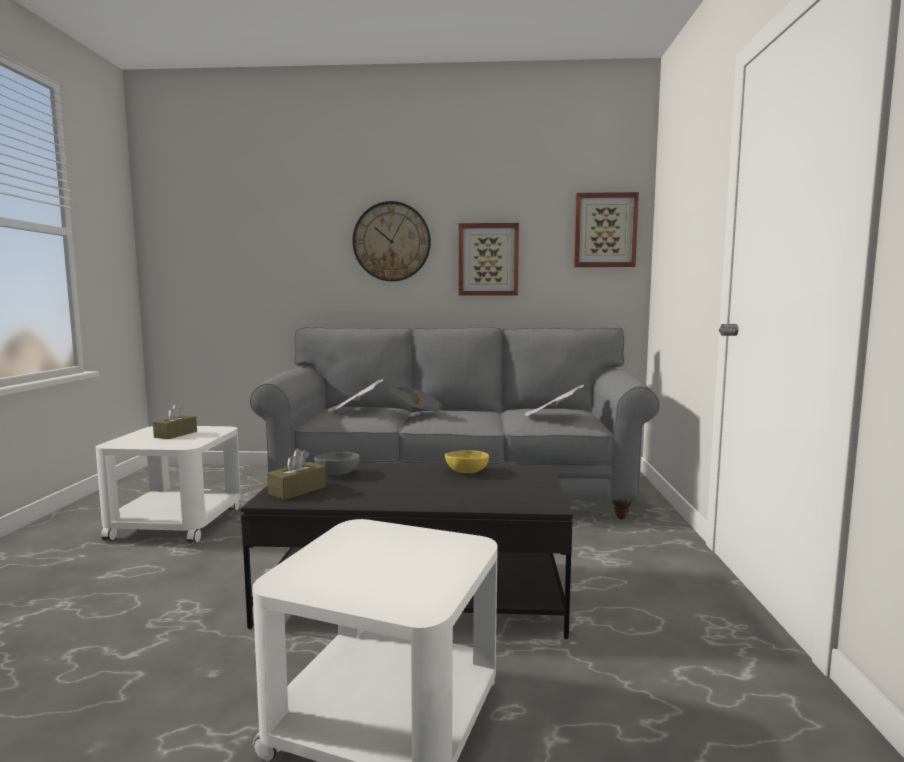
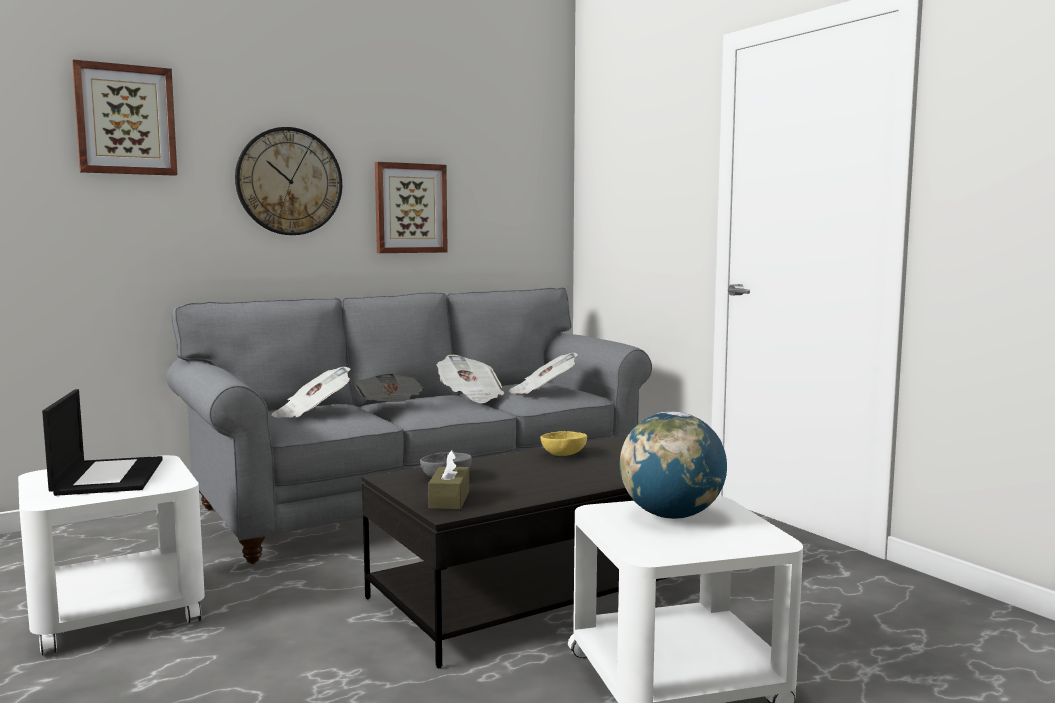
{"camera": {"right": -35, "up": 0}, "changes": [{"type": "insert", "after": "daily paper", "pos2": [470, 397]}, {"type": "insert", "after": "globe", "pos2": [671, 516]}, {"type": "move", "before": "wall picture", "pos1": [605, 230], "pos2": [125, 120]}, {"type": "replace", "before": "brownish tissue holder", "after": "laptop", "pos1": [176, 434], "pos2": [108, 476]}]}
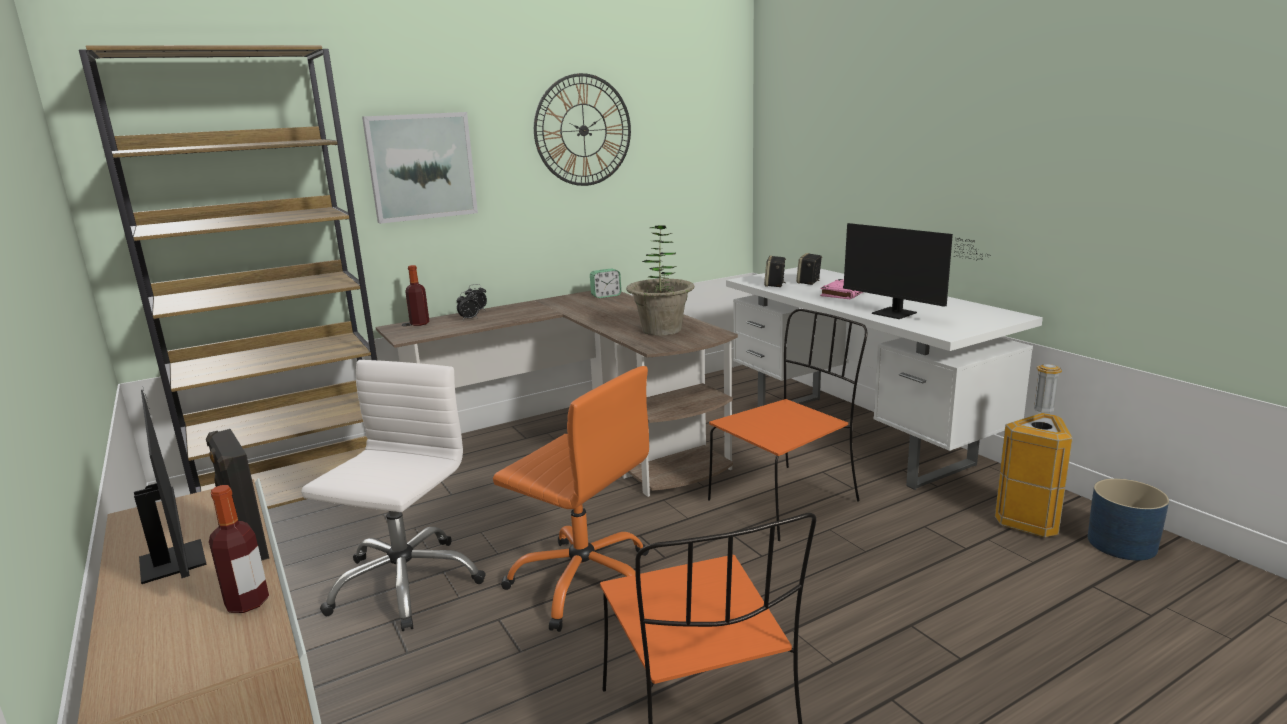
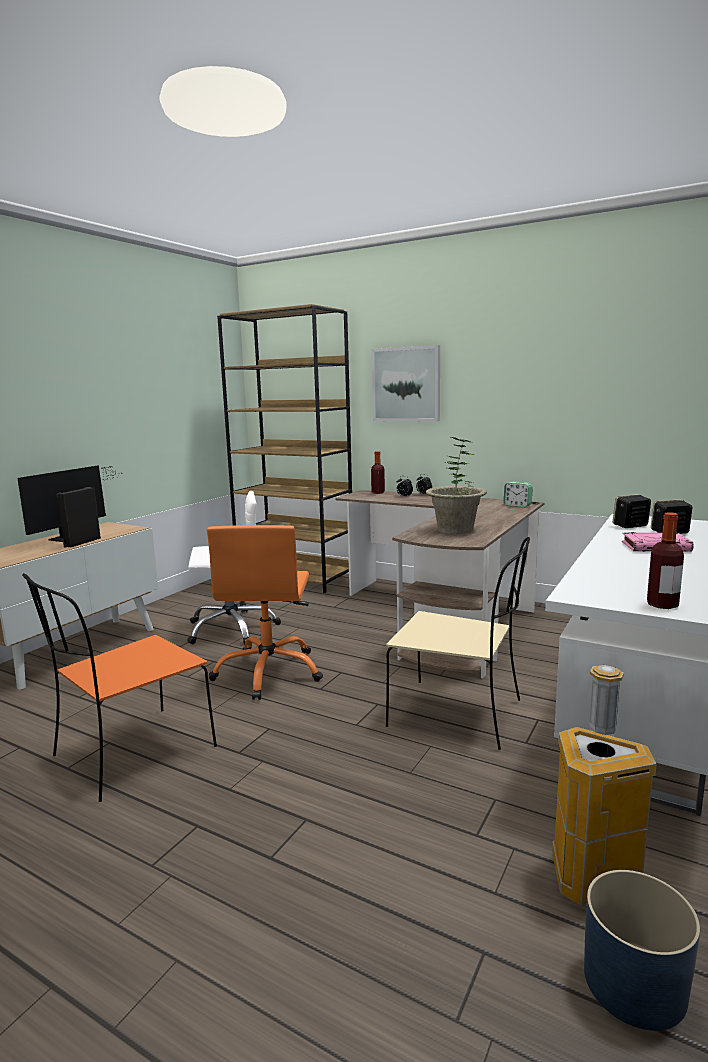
{"camera": {"right": 60, "up": -5}, "changes": [{"type": "delete", "before": "clock on the wall", "pos1": [583, 130]}, {"type": "delete", "before": "computer screen", "pos1": [898, 314]}, {"type": "move", "before": "drink bottle", "pos1": [247, 603], "pos2": [662, 604]}, {"type": "recolor", "before": "orange upright chair", "after": "sand-coloured upright chair", "pos1": [785, 500], "pos2": [459, 714]}]}
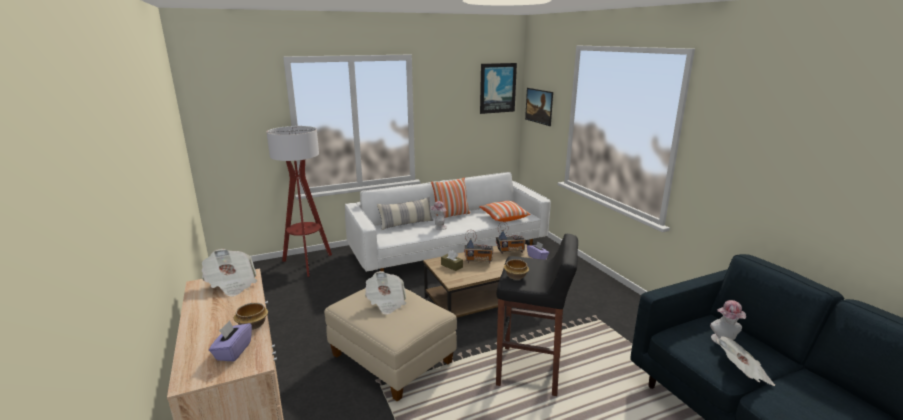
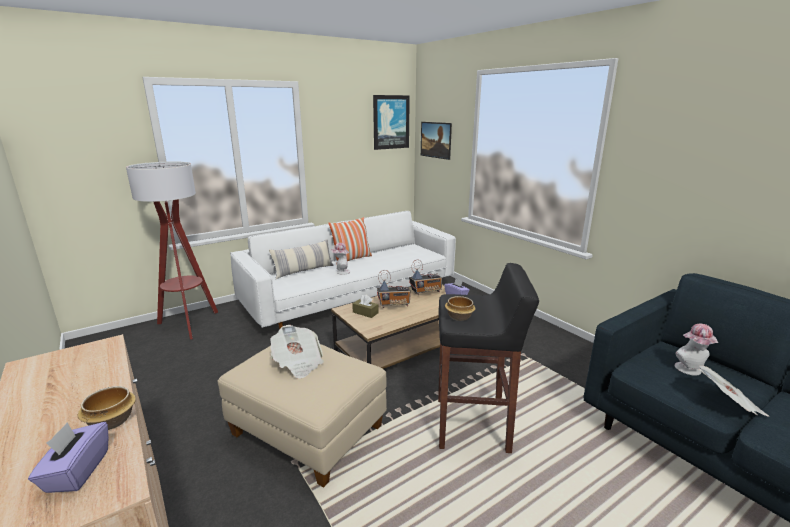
{"camera": {"right": -10, "up": 0}, "changes": [{"type": "delete", "before": "daily paper", "pos1": [232, 284]}, {"type": "delete", "before": "pillow", "pos1": [503, 217]}]}
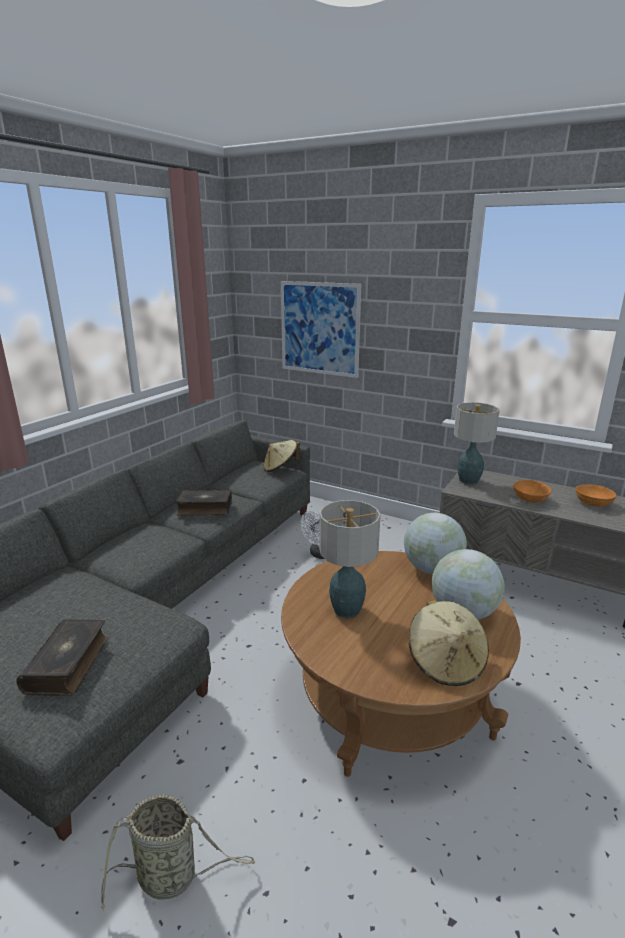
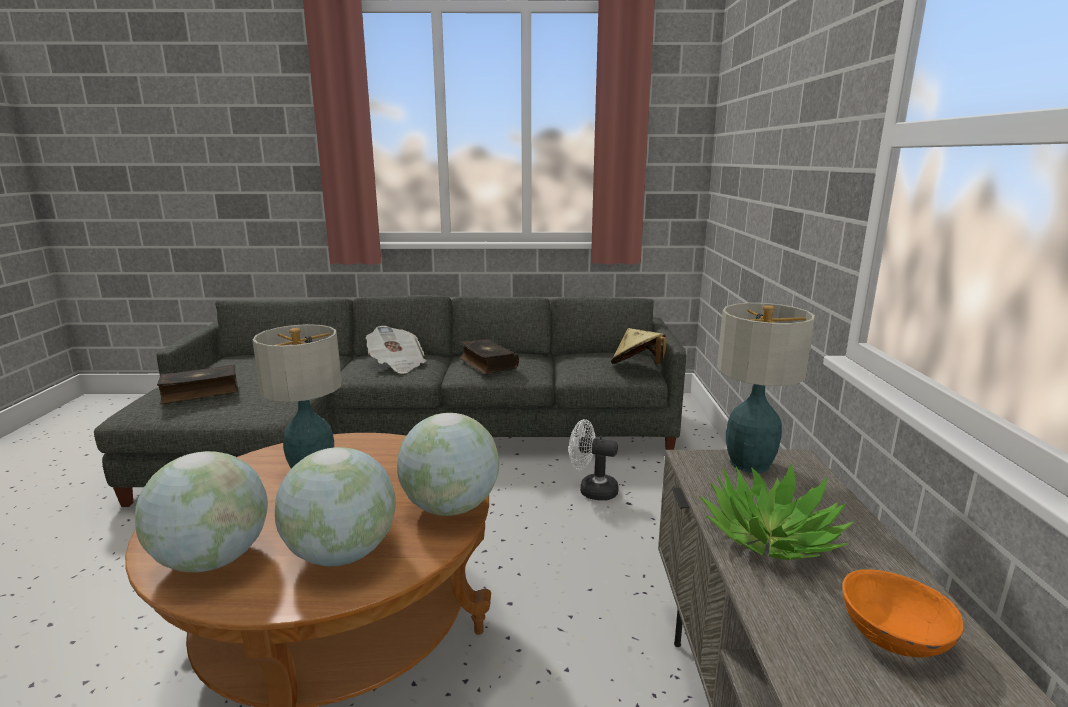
{"camera": {"right": 60, "up": -5}, "changes": [{"type": "delete", "before": "basket", "pos1": [172, 876]}, {"type": "delete", "before": "wall picture", "pos1": [319, 329]}, {"type": "insert", "after": "daily paper", "pos2": [397, 364]}, {"type": "replace", "before": "sand-coloured clothing hat", "after": "globe", "pos1": [446, 662], "pos2": [213, 560]}, {"type": "replace", "before": "orange serving bowl", "after": "houseplant", "pos1": [530, 498], "pos2": [770, 537]}]}
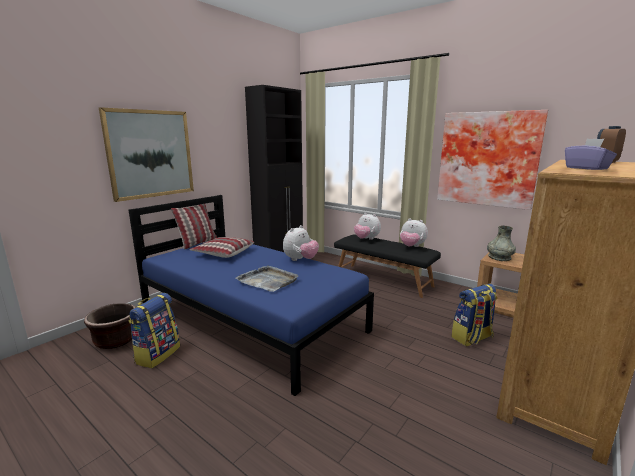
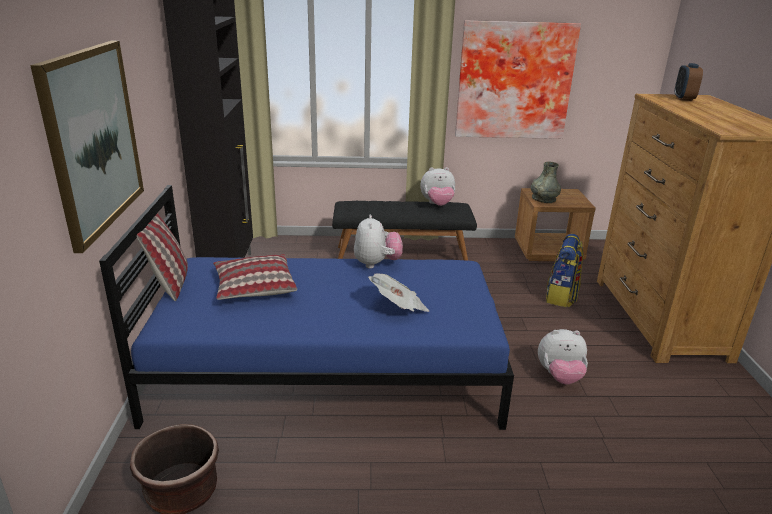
{"camera": {"right": -40, "up": 10}, "changes": [{"type": "delete", "before": "rucksack", "pos1": [157, 354]}, {"type": "delete", "before": "purple-coloured tissue holder", "pos1": [586, 168]}, {"type": "move", "before": "soft toy", "pos1": [366, 239], "pos2": [559, 376]}, {"type": "replace", "before": "greyish serving tray", "after": "daily paper", "pos1": [268, 280], "pos2": [399, 307]}]}
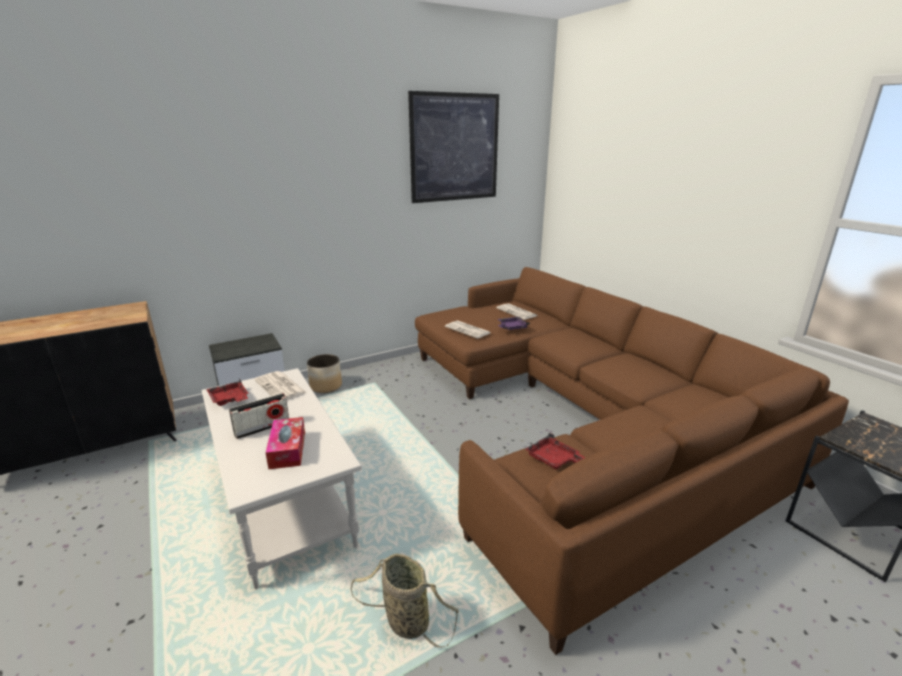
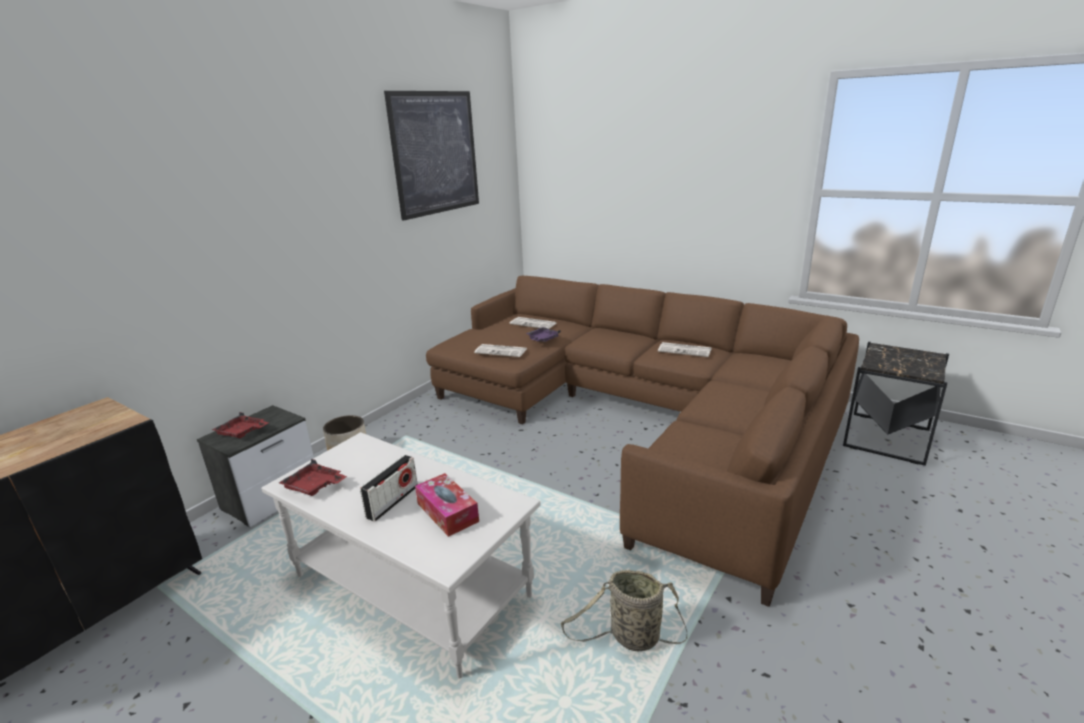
{"camera": {"right": -25, "up": 0}, "changes": [{"type": "move", "before": "daily paper", "pos1": [281, 387], "pos2": [685, 350]}, {"type": "move", "before": "red serving tray", "pos1": [553, 459], "pos2": [242, 432]}]}
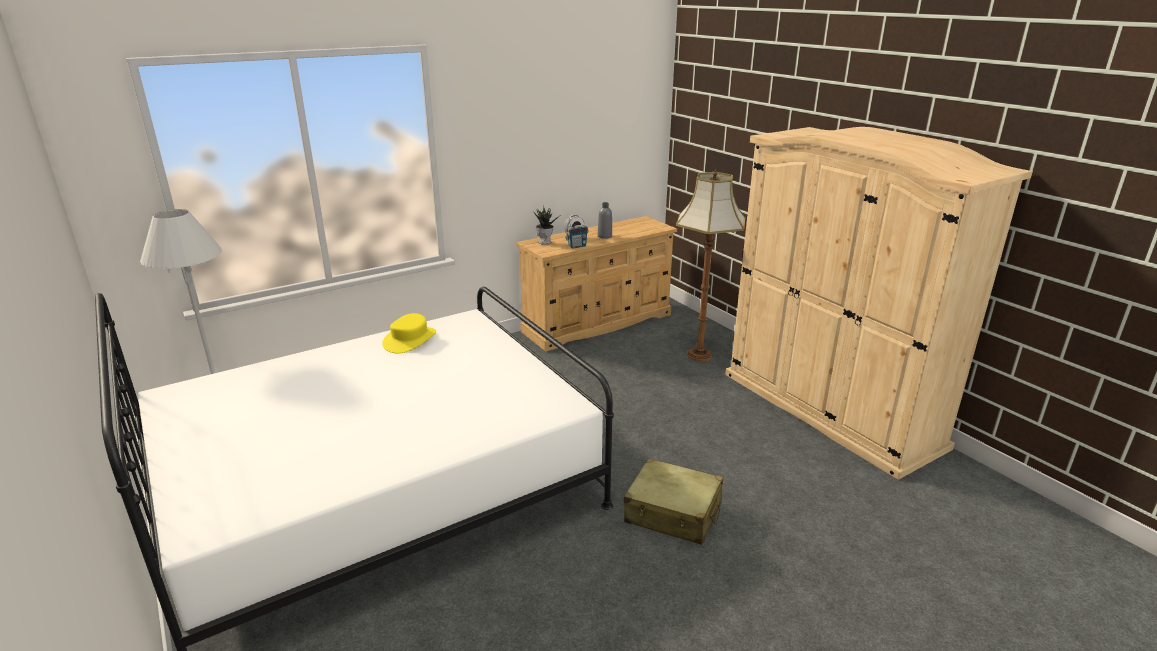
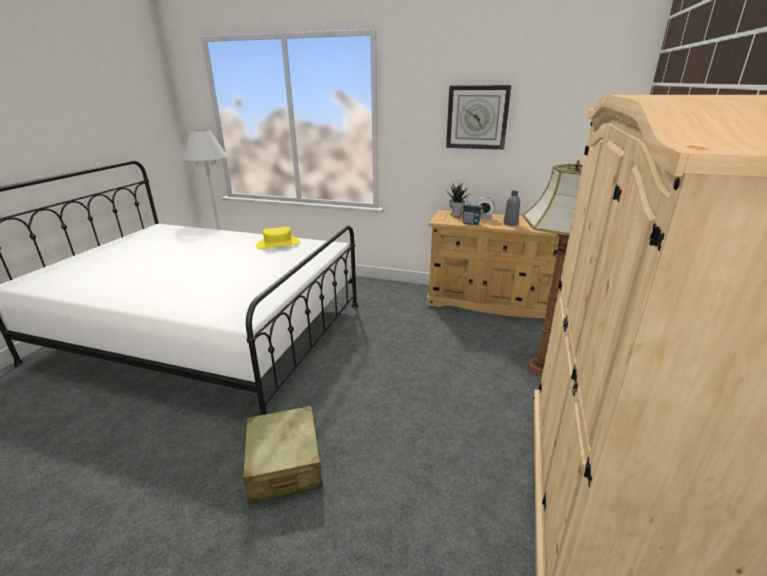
{"camera": {"right": 50, "up": 0}, "changes": [{"type": "insert", "after": "clock on the wall", "pos2": [477, 117]}]}
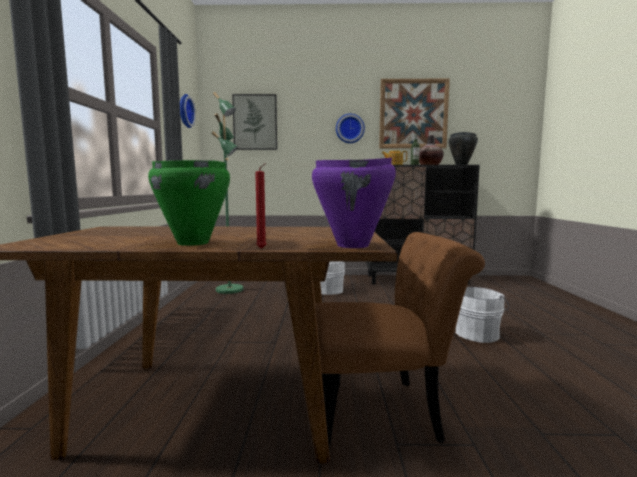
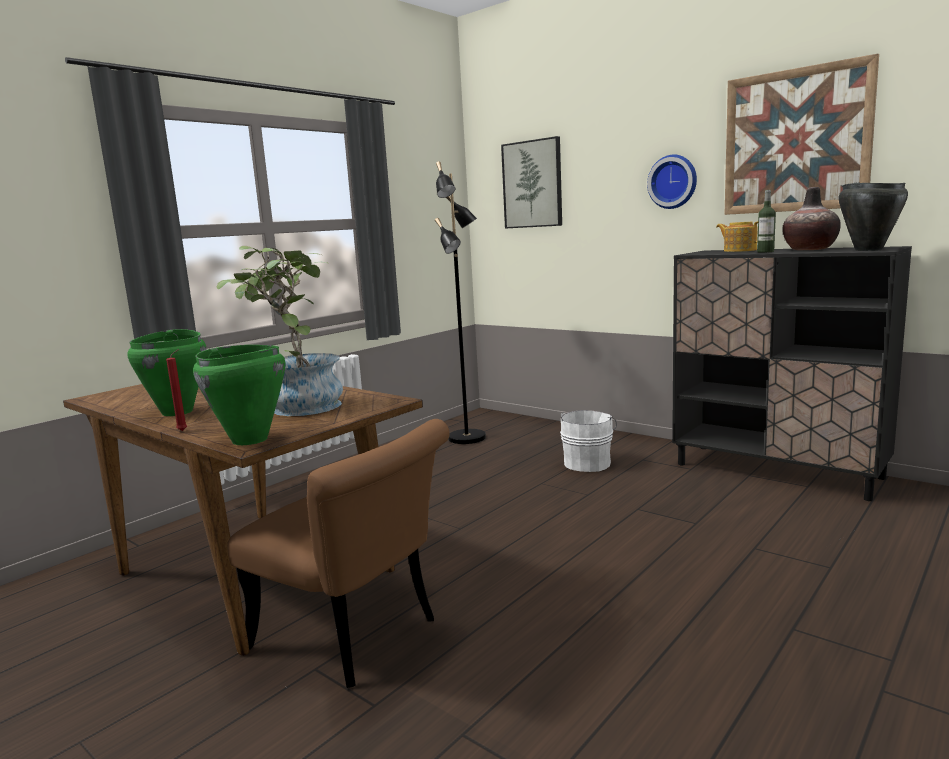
{"camera": {"right": 40, "up": 5}, "changes": [{"type": "delete", "before": "clock on the wall", "pos1": [184, 111]}, {"type": "delete", "before": "whitish pail", "pos1": [478, 334]}, {"type": "insert", "after": "houseplant", "pos2": [295, 406]}, {"type": "recolor", "before": "green-coloured standard lamp", "after": "black standard lamp", "pos1": [230, 290], "pos2": [468, 438]}, {"type": "recolor", "before": "purple-coloured saucepot", "after": "green-coloured saucepot", "pos1": [353, 245], "pos2": [249, 440]}]}
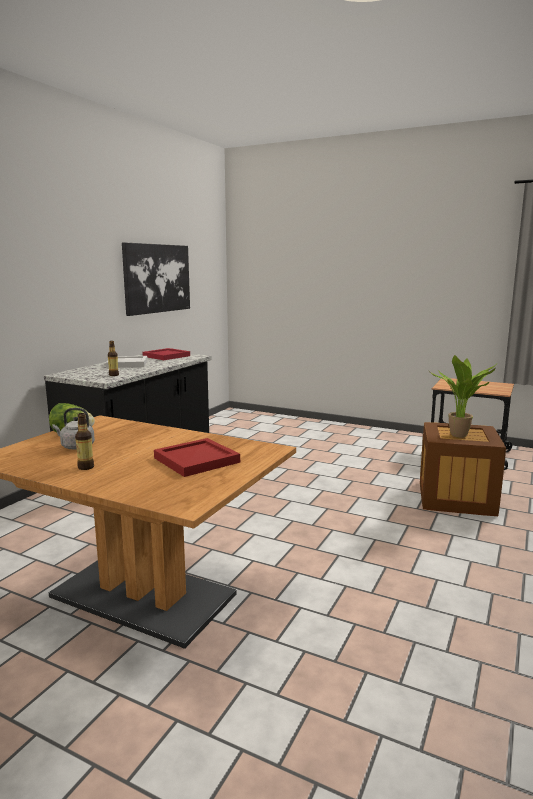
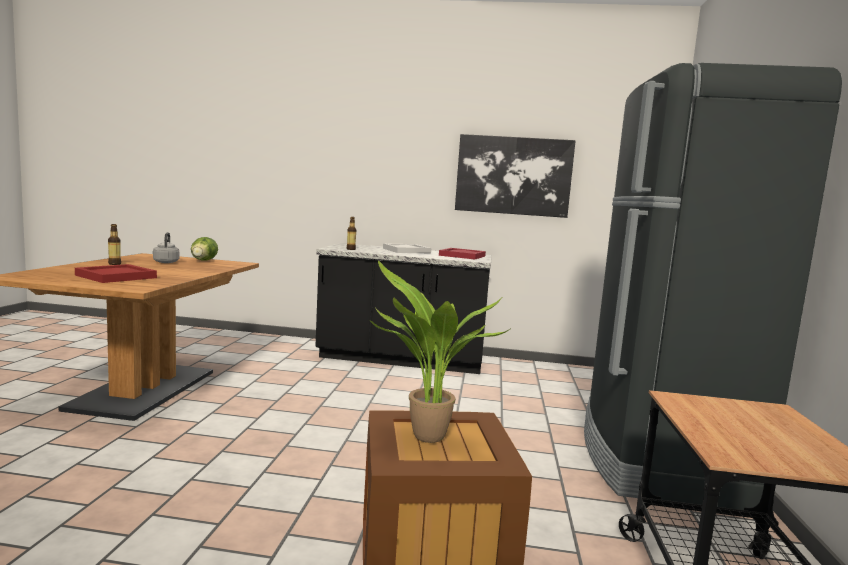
{"camera": {"right": 70, "up": -5}, "changes": [{"type": "insert", "after": "black kitchen fridge", "pos2": [658, 461]}]}
